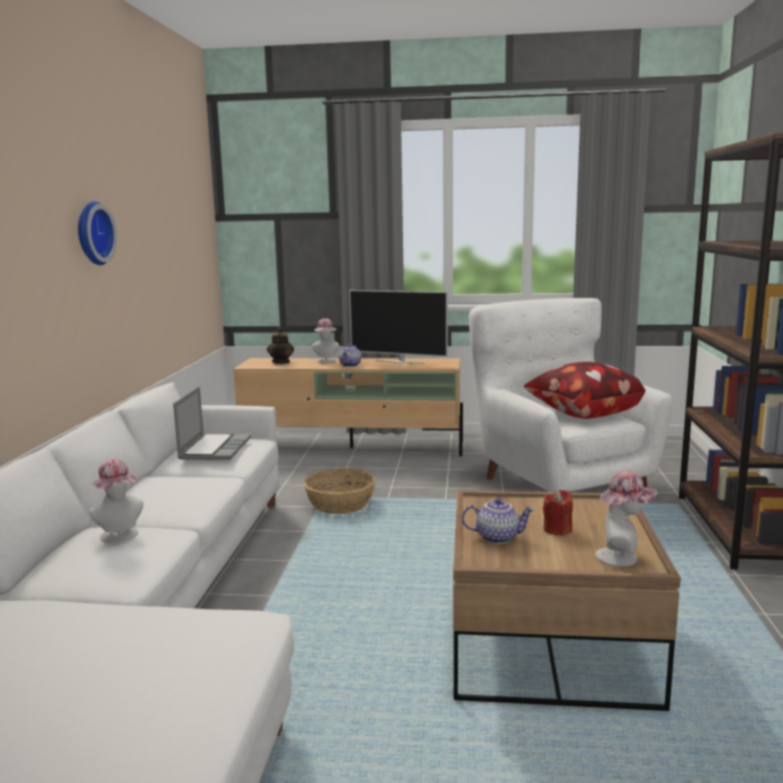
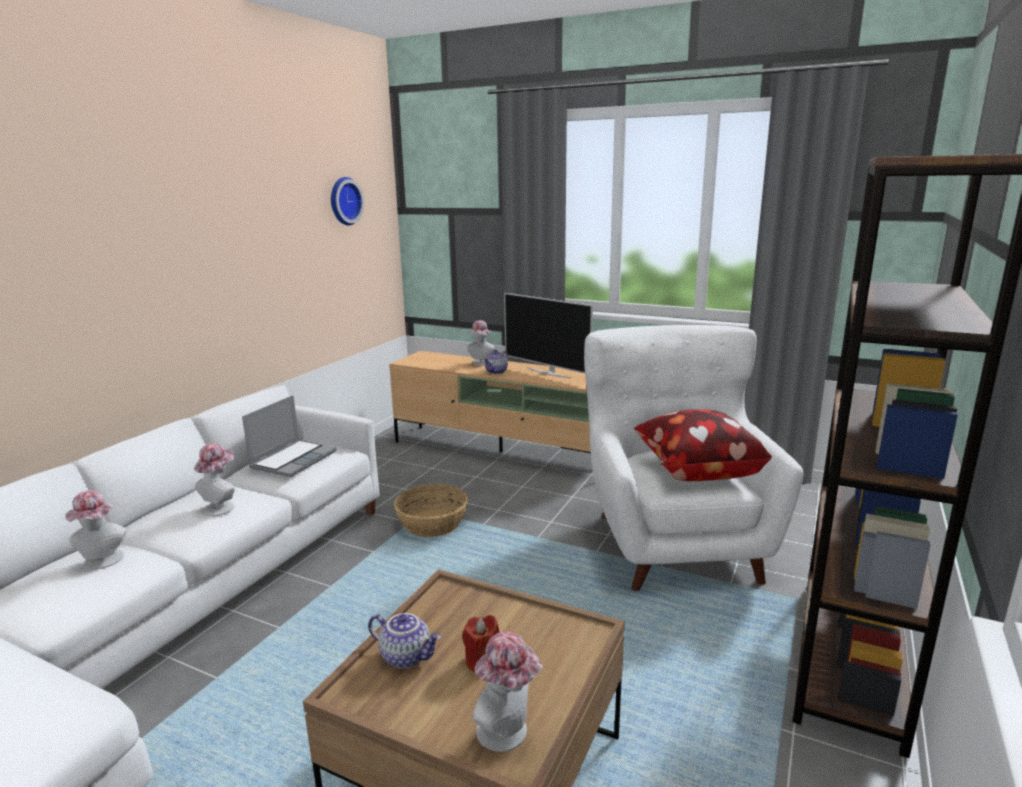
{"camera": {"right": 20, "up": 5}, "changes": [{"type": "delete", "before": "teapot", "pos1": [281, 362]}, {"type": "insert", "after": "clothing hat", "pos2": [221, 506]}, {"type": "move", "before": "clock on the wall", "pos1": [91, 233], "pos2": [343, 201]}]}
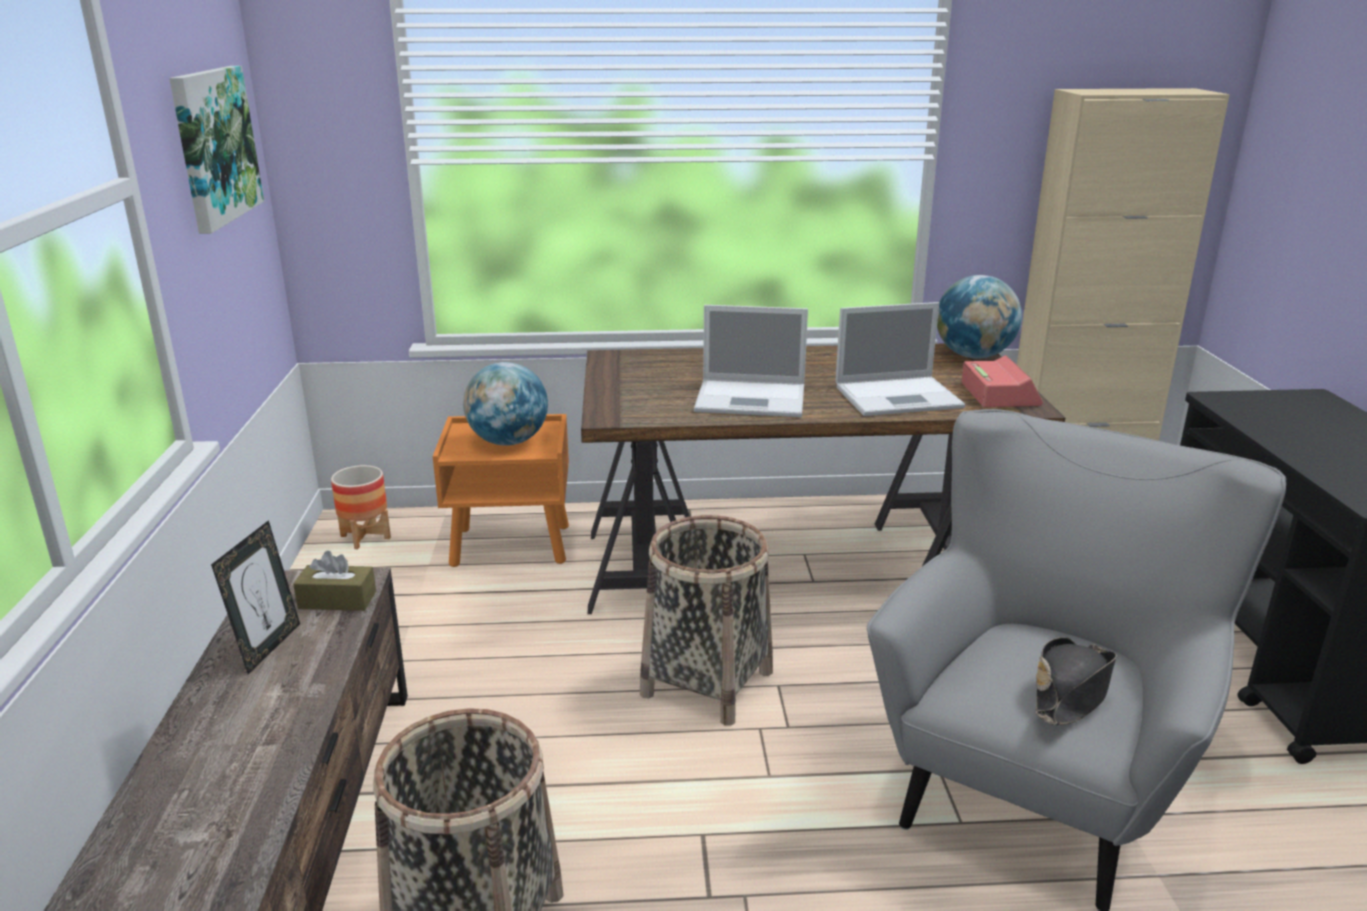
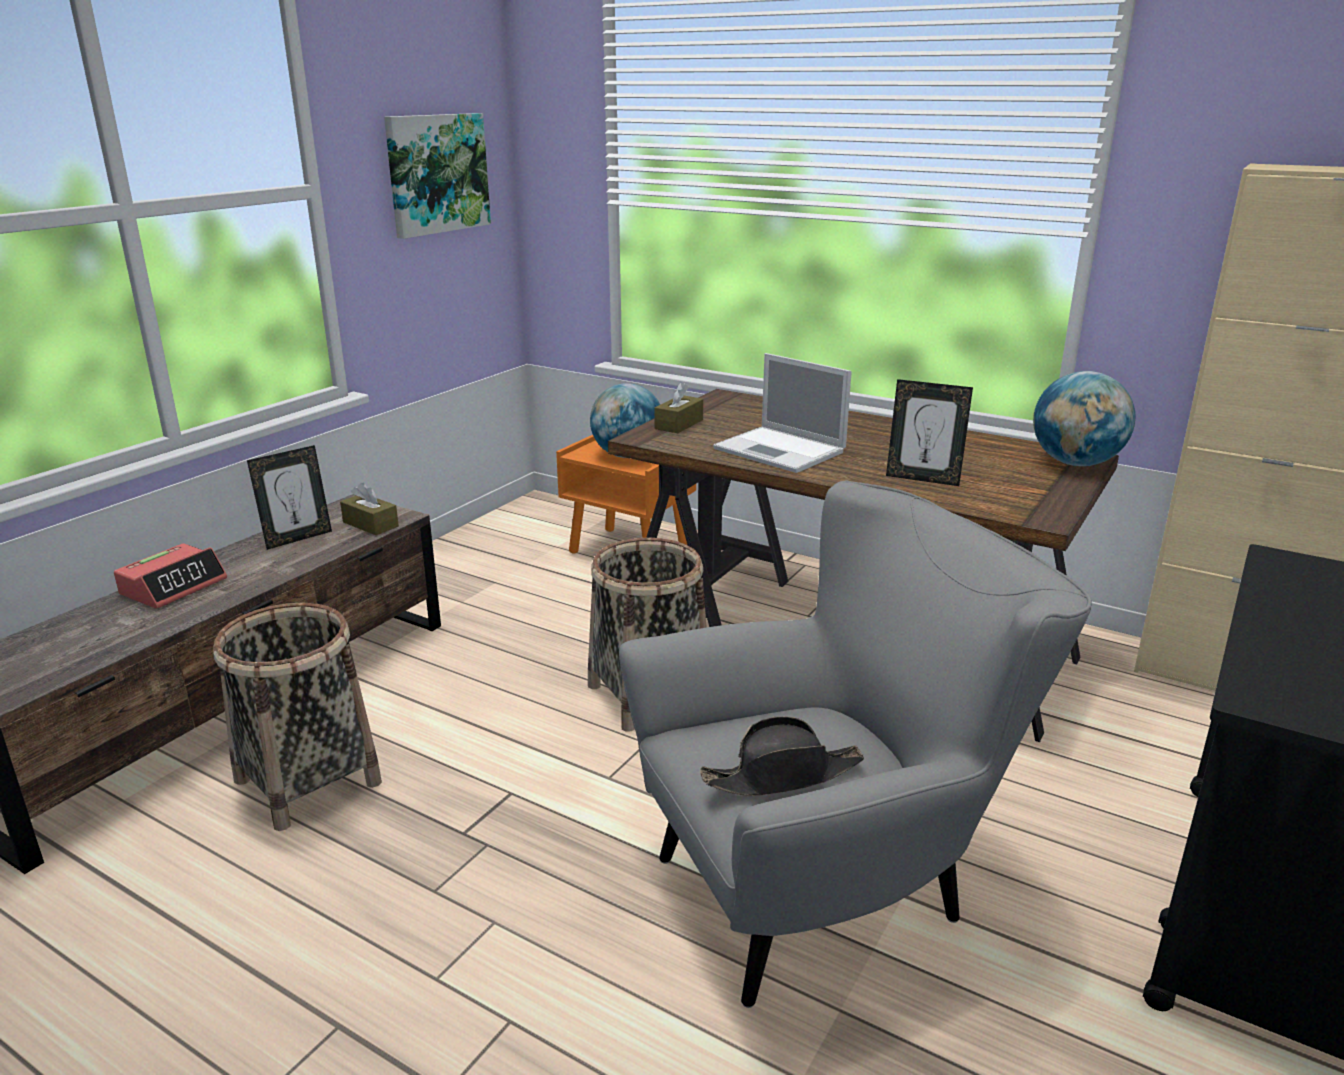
{"camera": {"right": 35, "up": 0}, "changes": [{"type": "delete", "before": "plant pot", "pos1": [365, 537]}, {"type": "insert", "after": "brownish tissue holder", "pos2": [679, 424]}, {"type": "move", "before": "bedside clock", "pos1": [999, 394], "pos2": [174, 586]}, {"type": "replace", "before": "laptop", "after": "standing frame", "pos1": [900, 396], "pos2": [923, 479]}]}
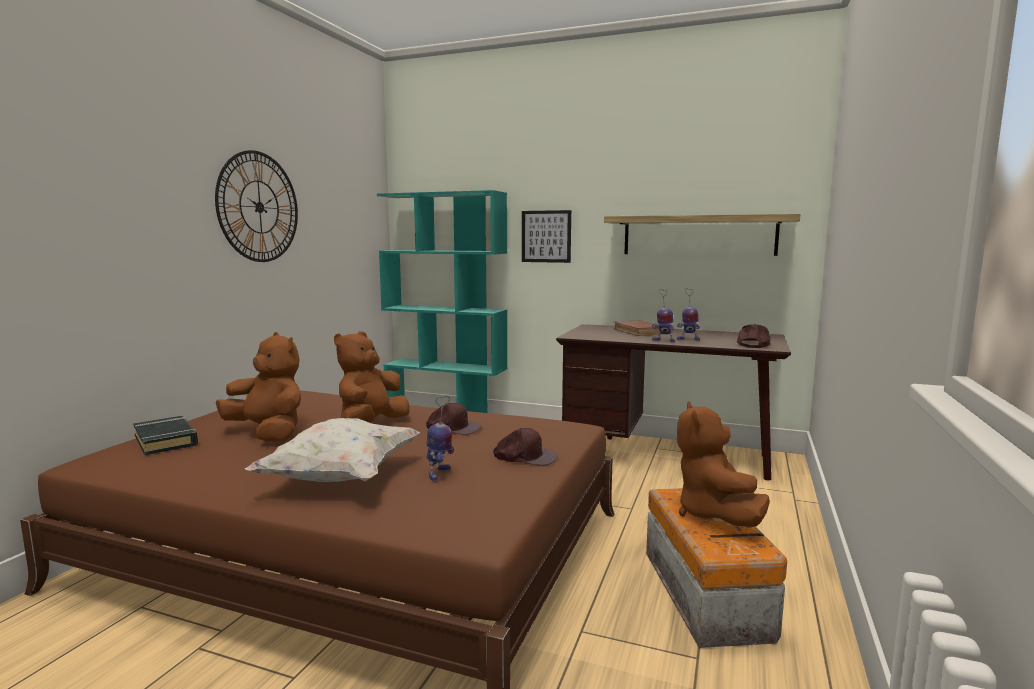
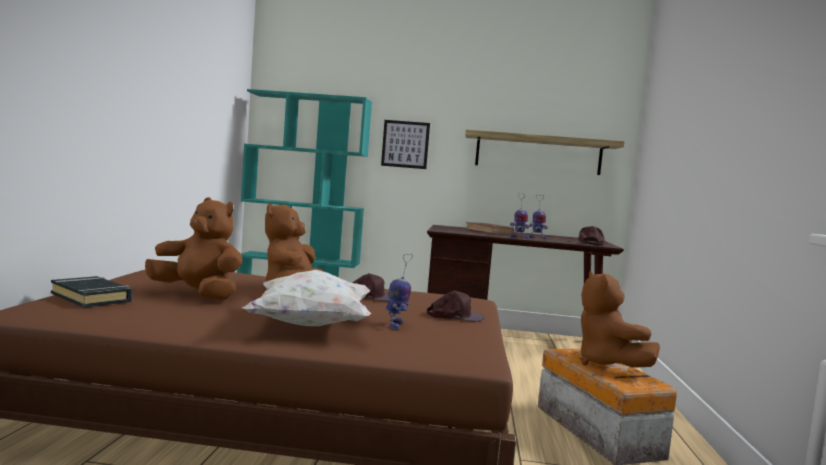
{"camera": {"right": -15, "up": -5}, "changes": [{"type": "delete", "before": "clock on the wall", "pos1": [259, 207]}]}
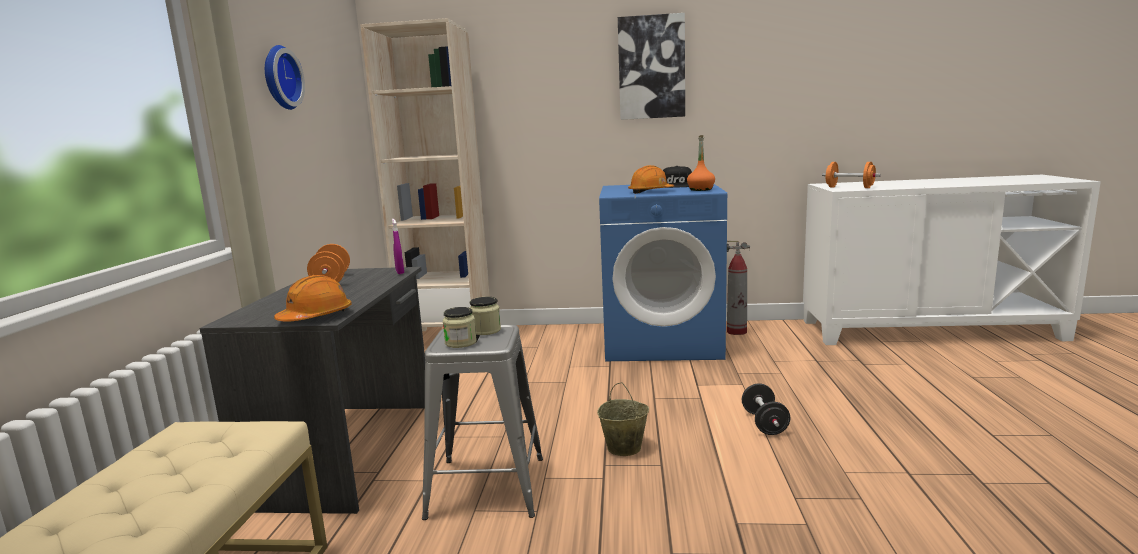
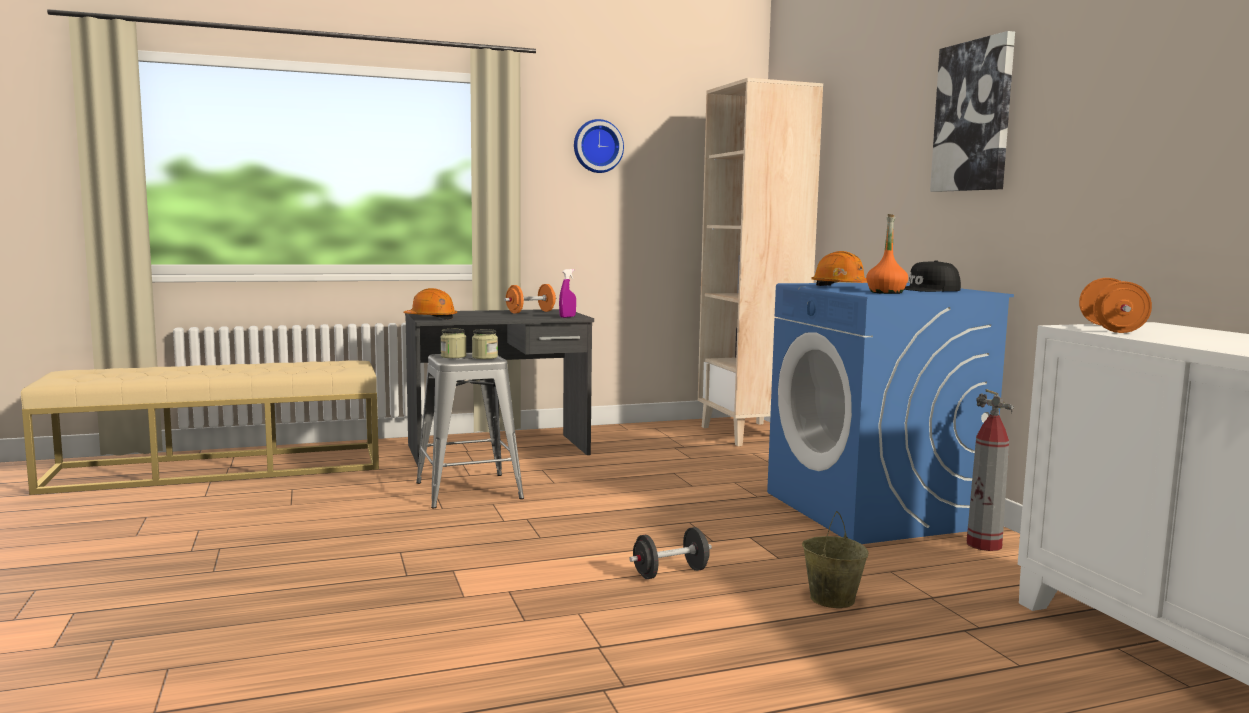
{"camera": {"right": 65, "up": -5}, "changes": [{"type": "move", "before": "sand-coloured pail", "pos1": [623, 448], "pos2": [831, 599]}]}
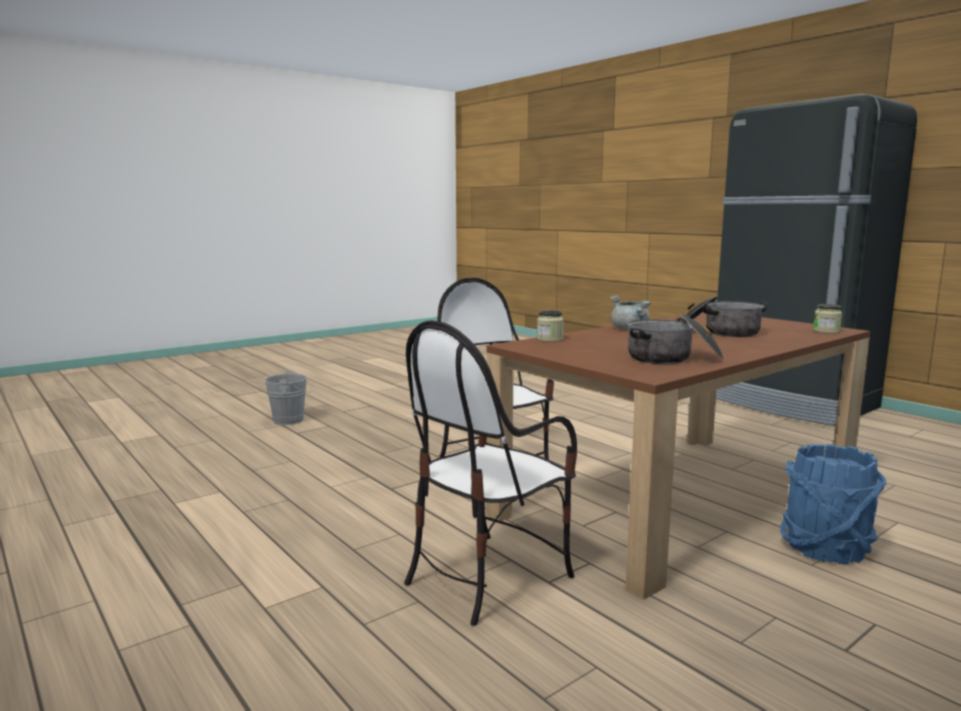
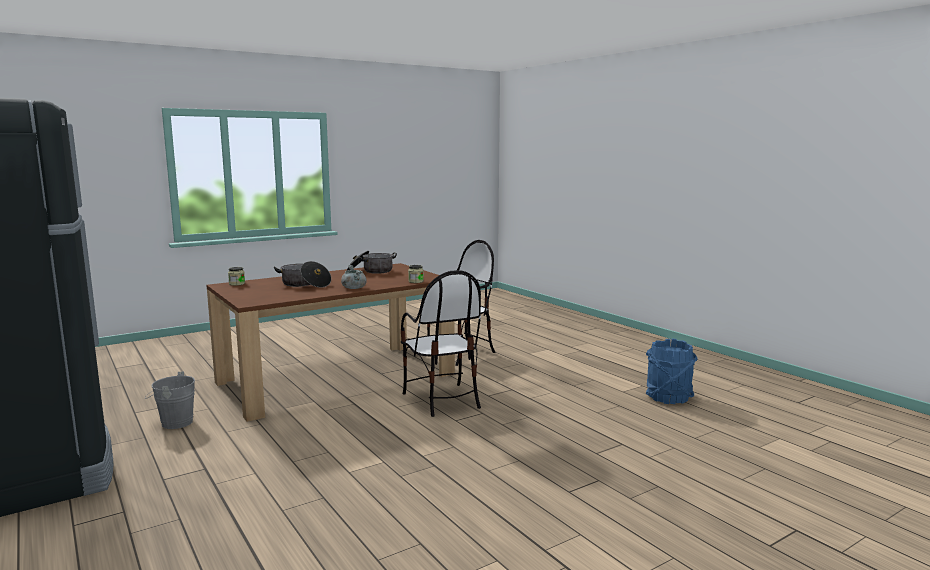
{"camera": {"right": -175, "up": 0}, "changes": [{"type": "move", "before": "greyish pail", "pos1": [292, 420], "pos2": [173, 423]}, {"type": "move", "before": "blue-coloured pail", "pos1": [825, 547], "pos2": [668, 397]}]}
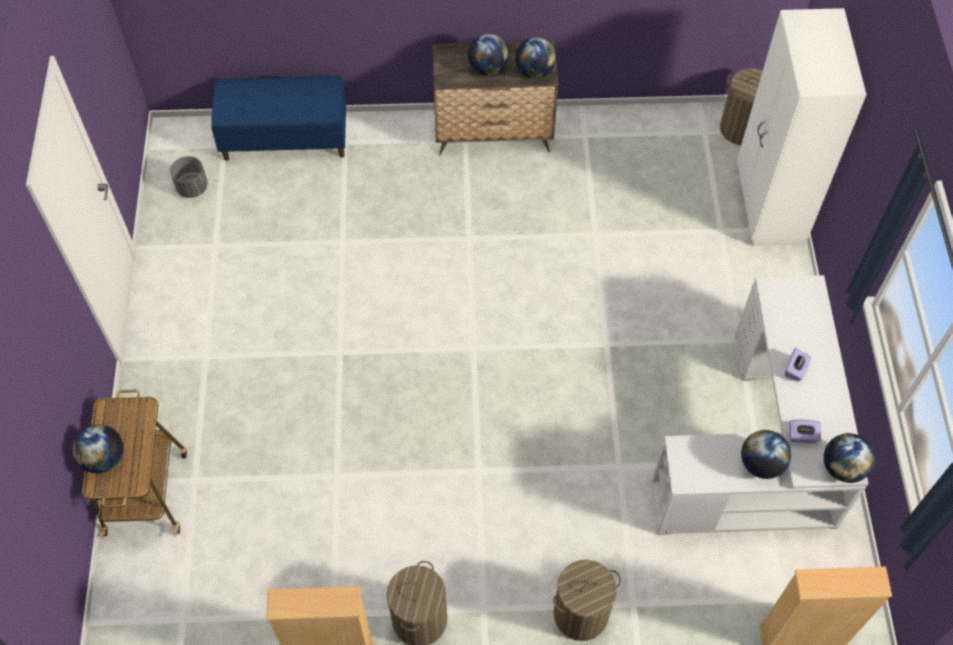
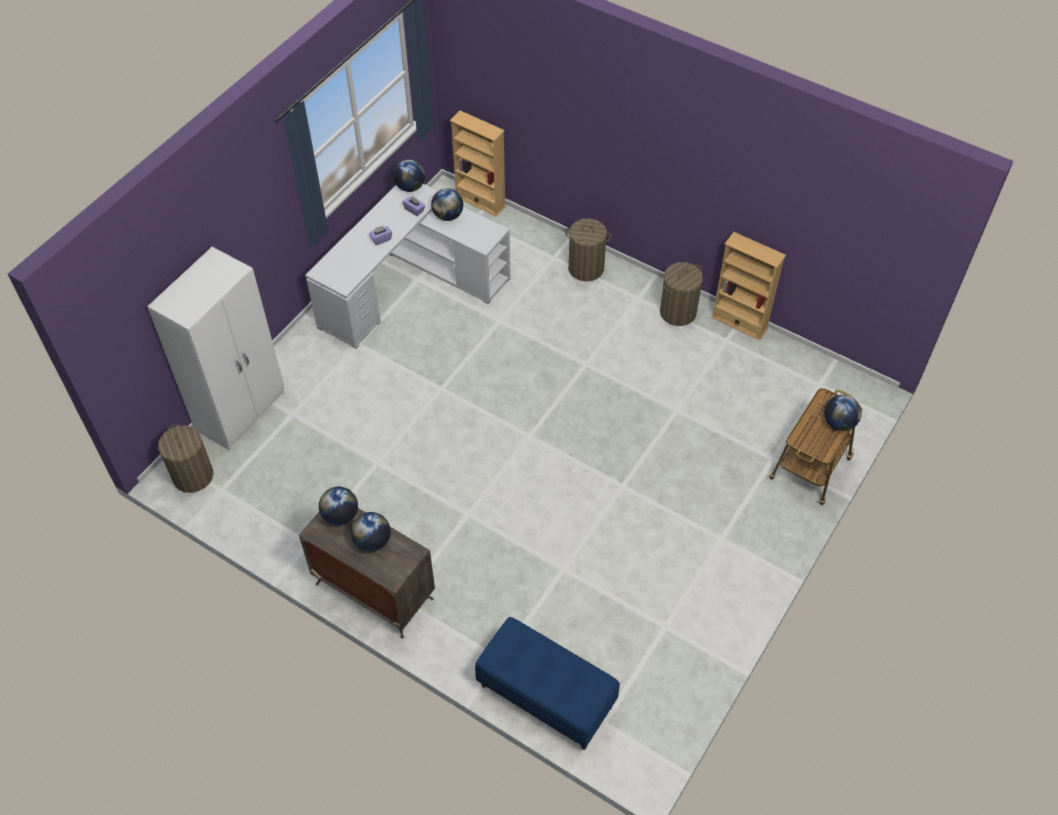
{"camera": {"right": -145, "up": -5}, "changes": [{"type": "delete", "before": "greyish plant pot", "pos1": [192, 187]}]}
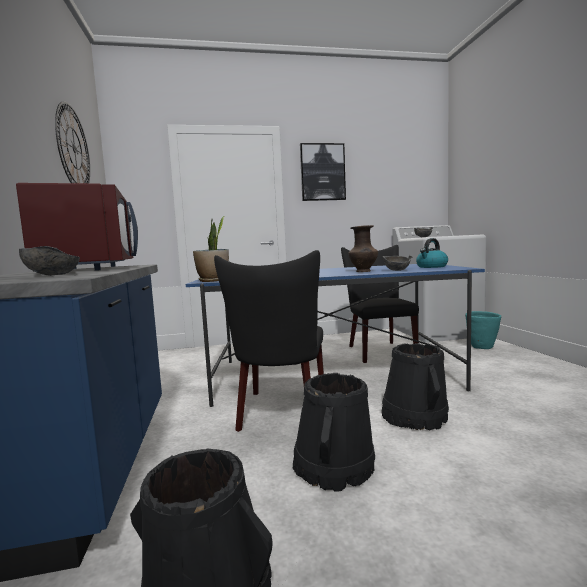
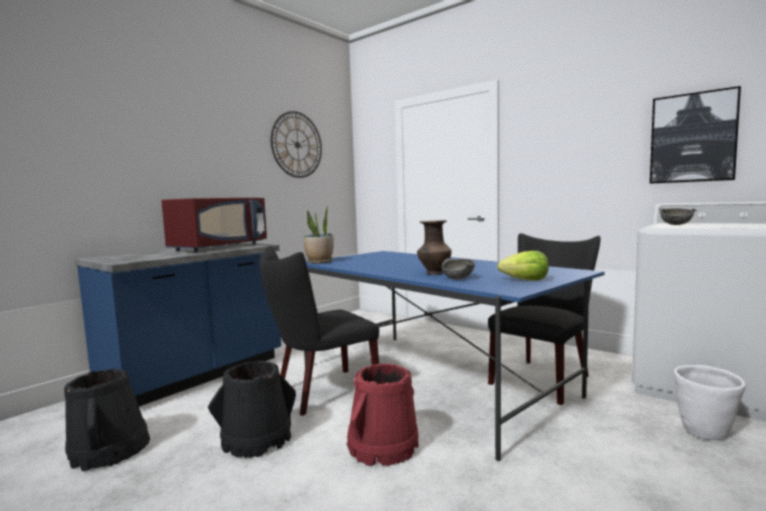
{"camera": {"right": 50, "up": 0}, "changes": [{"type": "delete", "before": "greyish serving bowl", "pos1": [53, 275]}, {"type": "move", "before": "wall picture", "pos1": [322, 172], "pos2": [692, 138]}, {"type": "replace", "before": "kettle", "after": "lettuce head", "pos1": [431, 267], "pos2": [525, 280]}, {"type": "recolor", "before": "black pail", "after": "red pail", "pos1": [414, 416], "pos2": [382, 446]}, {"type": "recolor", "before": "turquoise-coloured plant pot", "after": "whitish plant pot", "pos1": [482, 347], "pos2": [705, 433]}]}
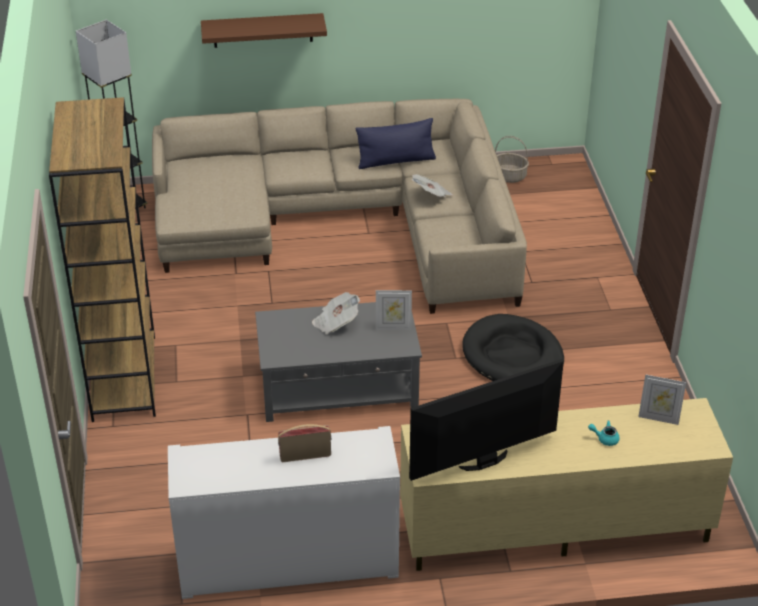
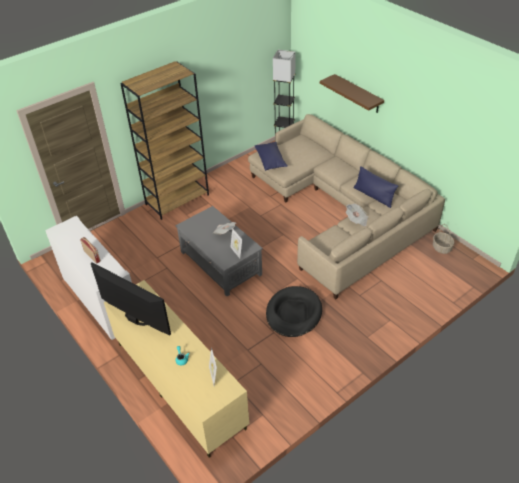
{"camera": {"right": 60, "up": 5}, "changes": [{"type": "insert", "after": "blue-coloured pillow", "pos2": [270, 161]}]}
